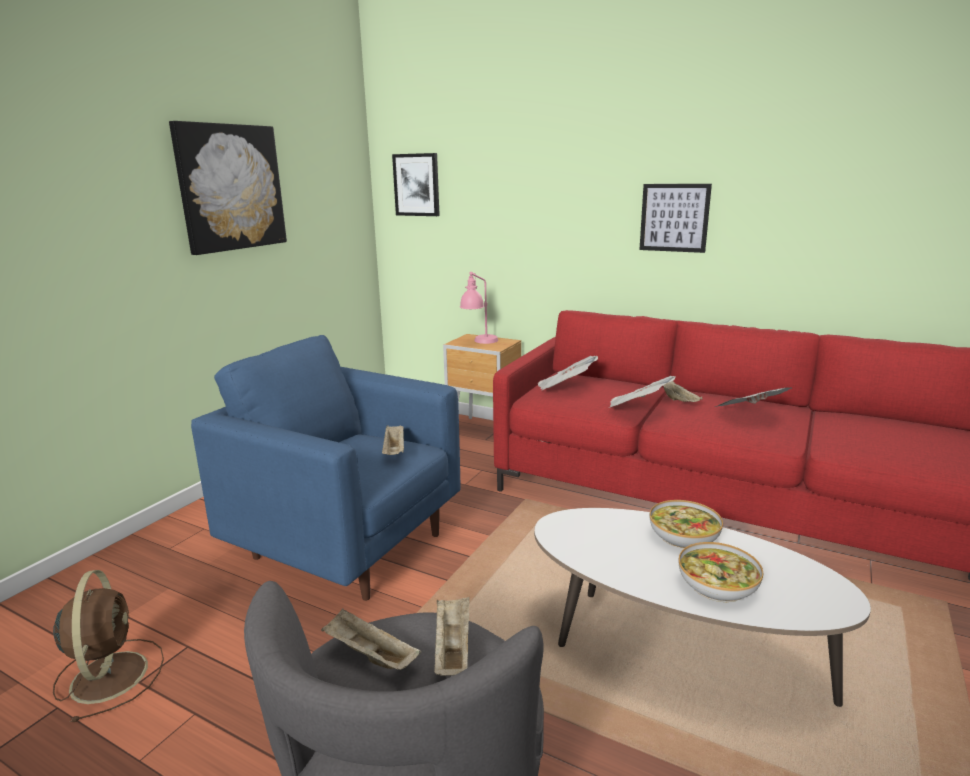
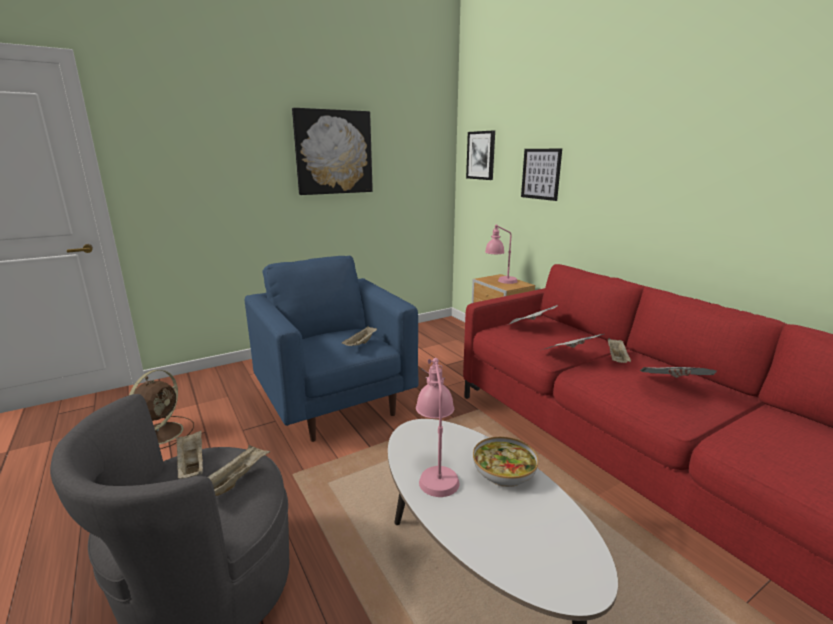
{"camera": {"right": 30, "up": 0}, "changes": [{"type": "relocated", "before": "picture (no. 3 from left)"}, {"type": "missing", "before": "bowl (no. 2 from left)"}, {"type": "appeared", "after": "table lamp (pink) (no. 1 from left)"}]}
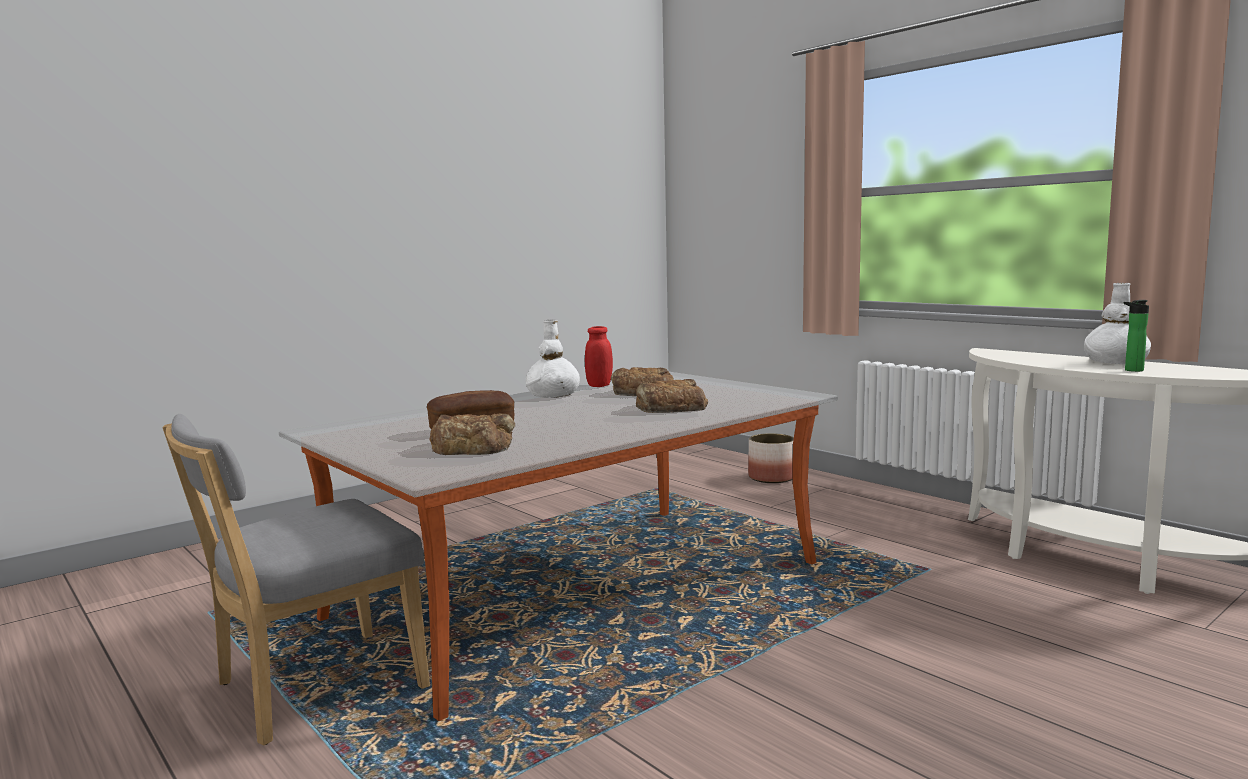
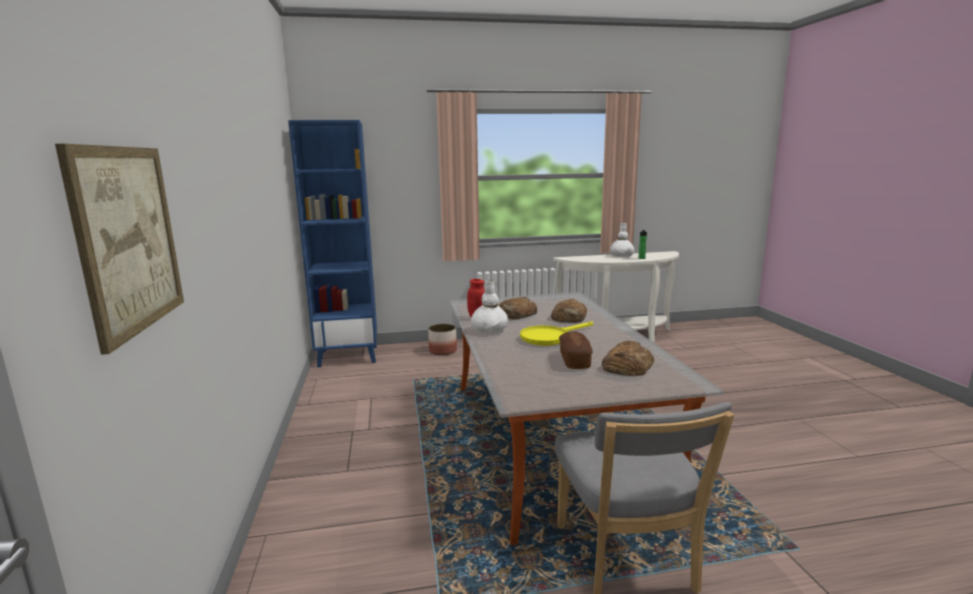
{"camera": {"right": -60, "up": 5}, "changes": [{"type": "appeared", "after": "picture"}, {"type": "appeared", "after": "bookcase (blue)"}, {"type": "appeared", "after": "frying pan (yellow)"}]}
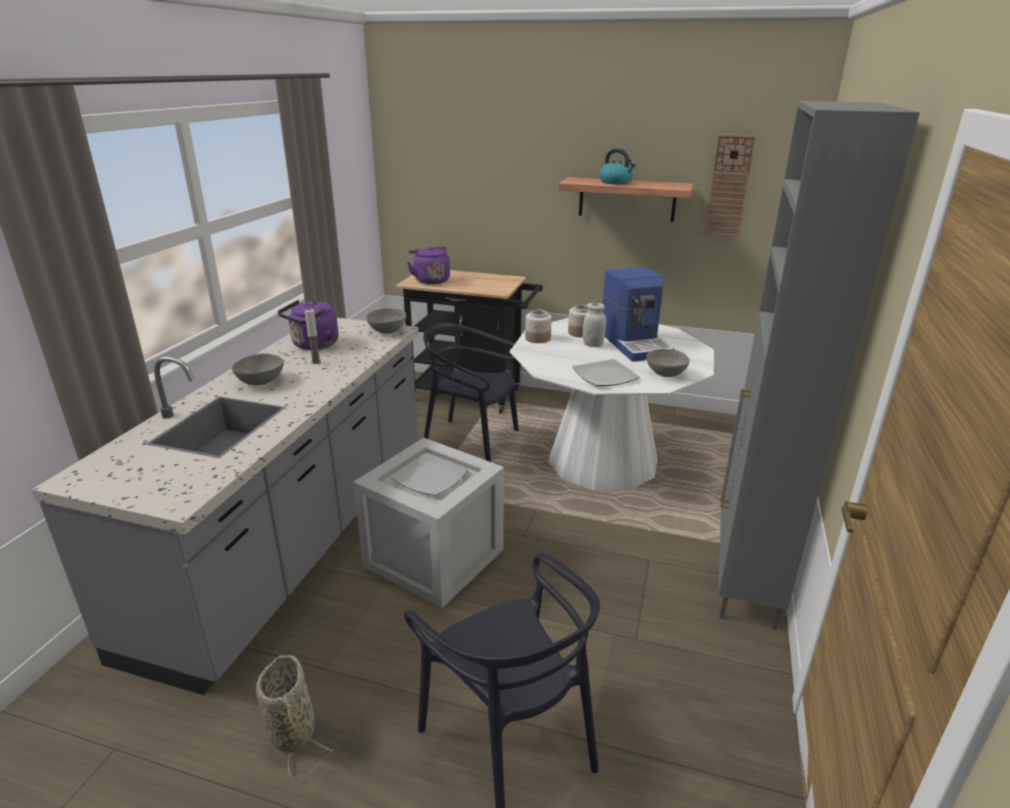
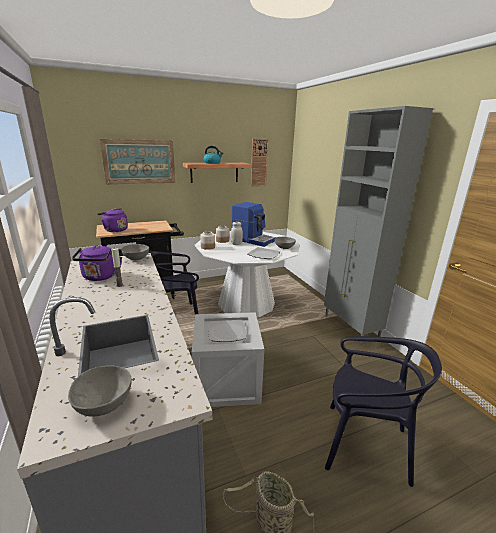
{"camera": {"right": -40, "up": -5}, "changes": [{"type": "relocated", "before": "bowl (grey) (no. 1 from left)"}, {"type": "appeared", "after": "picture"}]}
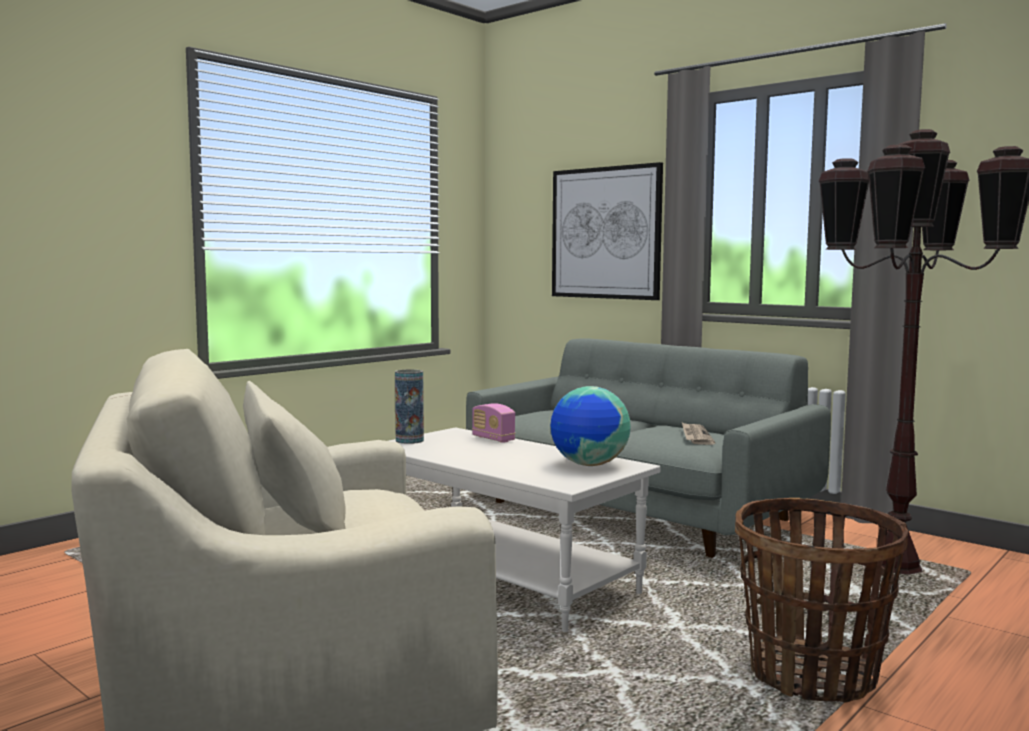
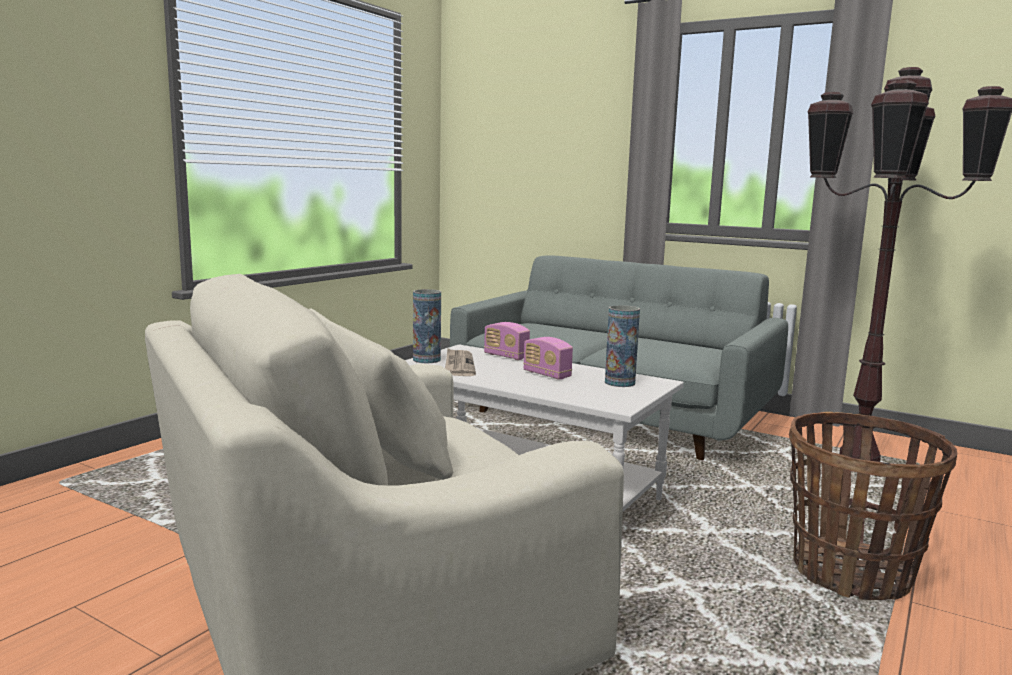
{"camera": {"right": -10, "up": 5}, "changes": [{"type": "exchanged", "before": "globe", "after": "vase (no. 2 from left)"}, {"type": "missing", "before": "picture"}, {"type": "relocated", "before": "newspaper"}, {"type": "appeared", "after": "radio (no. 2 from left)"}]}
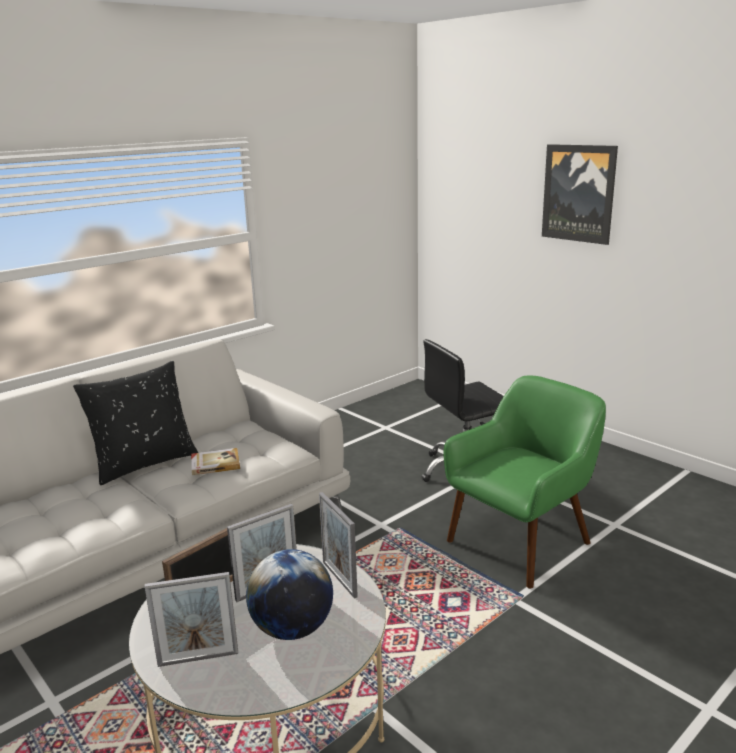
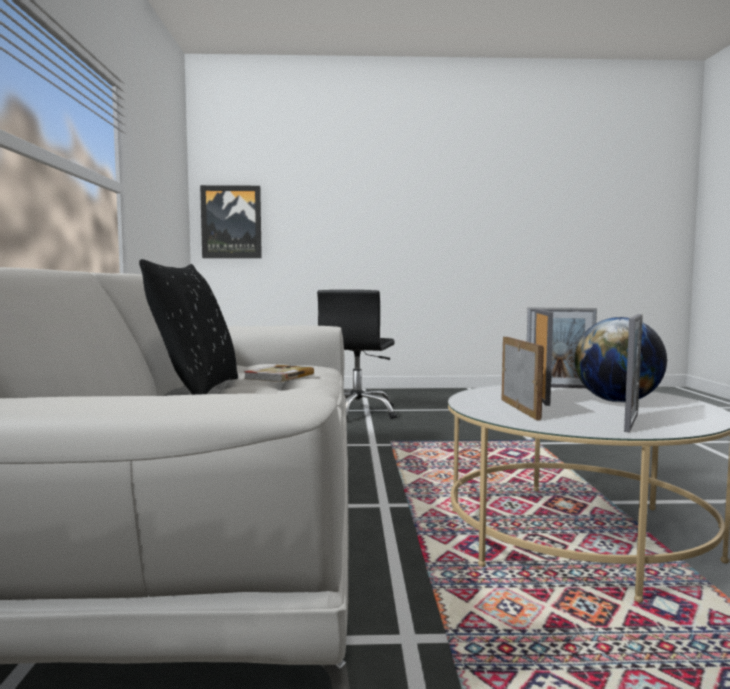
{"camera": {"right": -50, "up": -15}, "changes": [{"type": "missing", "before": "armchair (green)"}, {"type": "relocated", "before": "picture"}]}
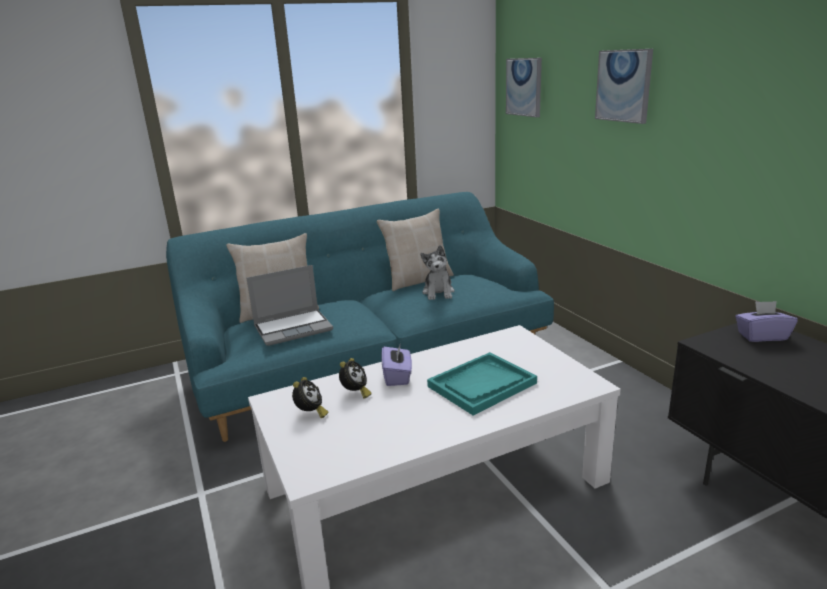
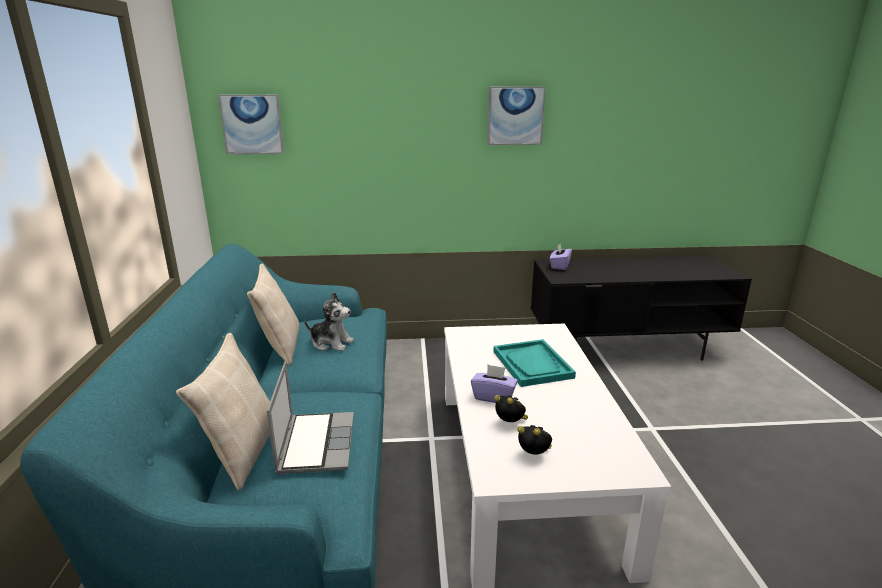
{"camera": {"right": -70, "up": 0}, "changes": [{"type": "relocated", "before": "picture (no. 2 from left)"}]}
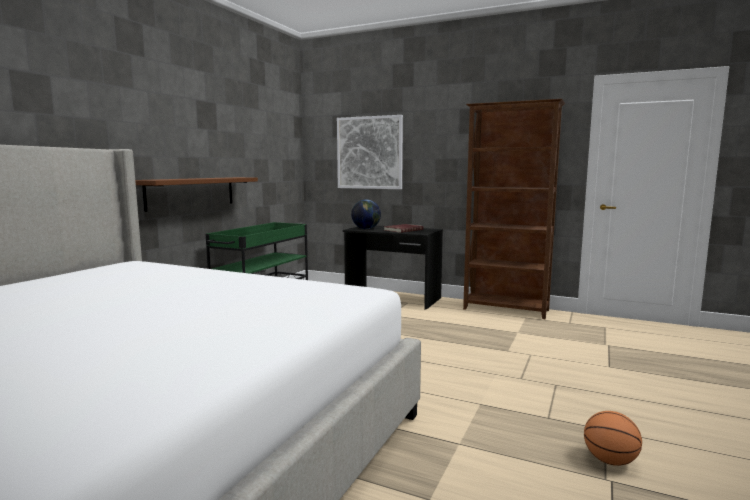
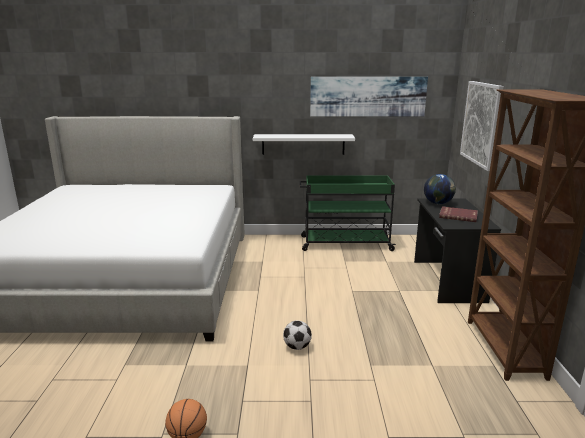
{"camera": {"right": 65, "up": 10}, "changes": [{"type": "colour", "before": "shelf (brown)", "after": "shelf (white)"}, {"type": "appeared", "after": "football"}, {"type": "appeared", "after": "picture (no. 1 from left)"}]}
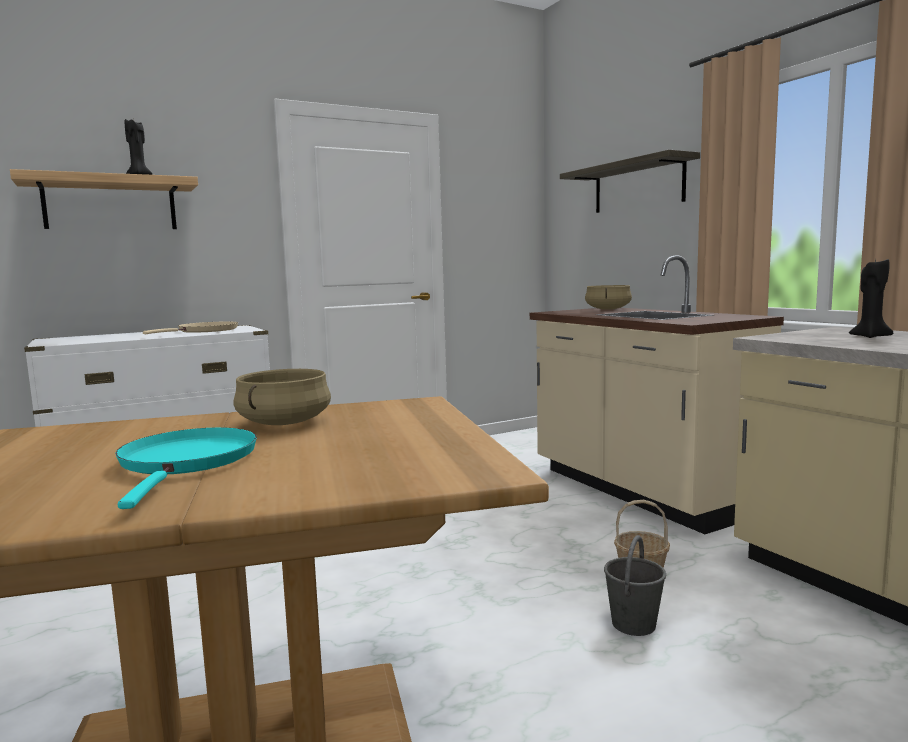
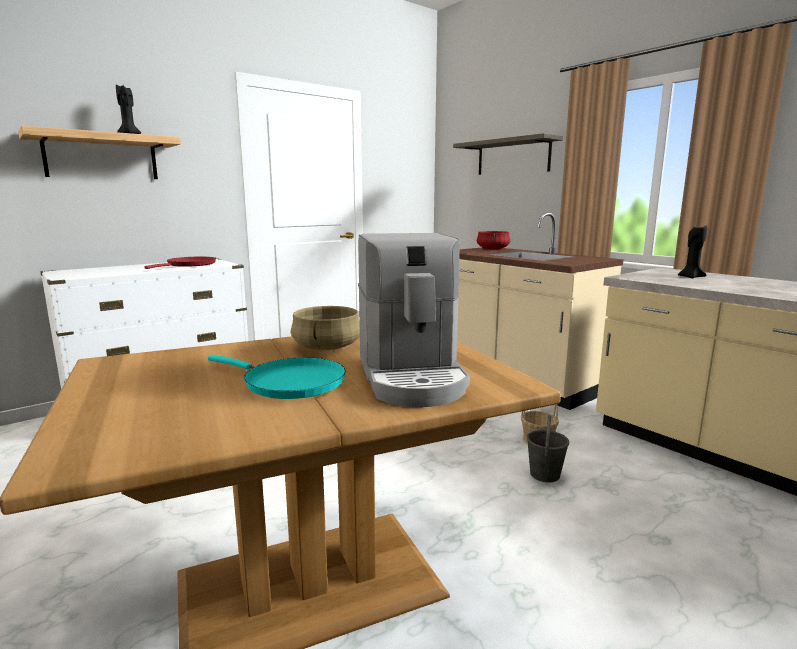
{"camera": {"right": -10, "up": 5}, "changes": [{"type": "spun", "before": "frying pan (turquoise)", "turn": 135}, {"type": "colour", "before": "frying pan (beige)", "after": "frying pan (red)"}, {"type": "colour", "before": "cooking pot (beige) (no. 2 from left)", "after": "cooking pot (red)"}, {"type": "appeared", "after": "coffee machine"}]}
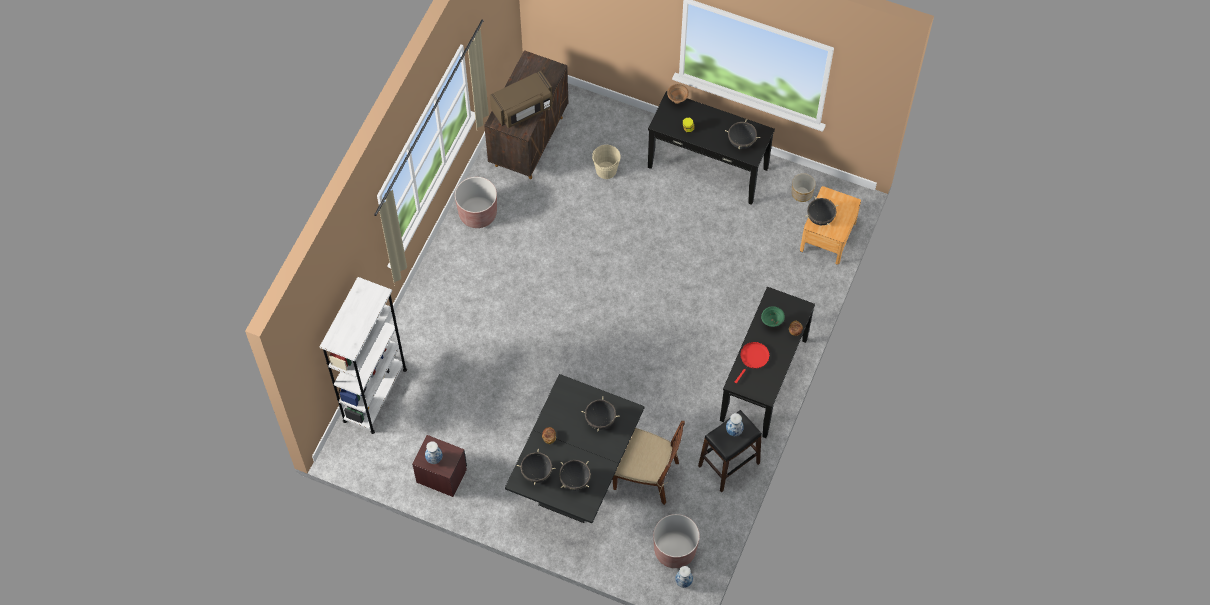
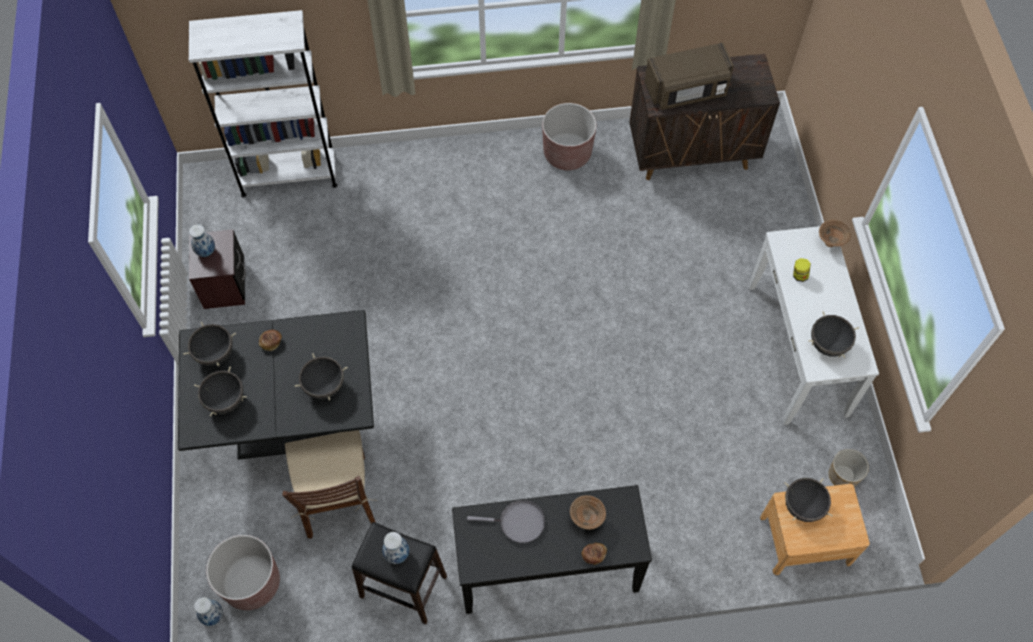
{"camera": {"right": 60, "up": 0}, "changes": [{"type": "spun", "before": "microwave (brown)", "turn": -45}, {"type": "missing", "before": "bucket (beige)"}, {"type": "colour", "before": "console table (black) (no. 1 from left)", "after": "console table (white)"}, {"type": "colour", "before": "frying pan (red)", "after": "frying pan (grey)"}, {"type": "colour", "before": "bowl (green)", "after": "bowl (brown) (no. 1 from left)"}]}
